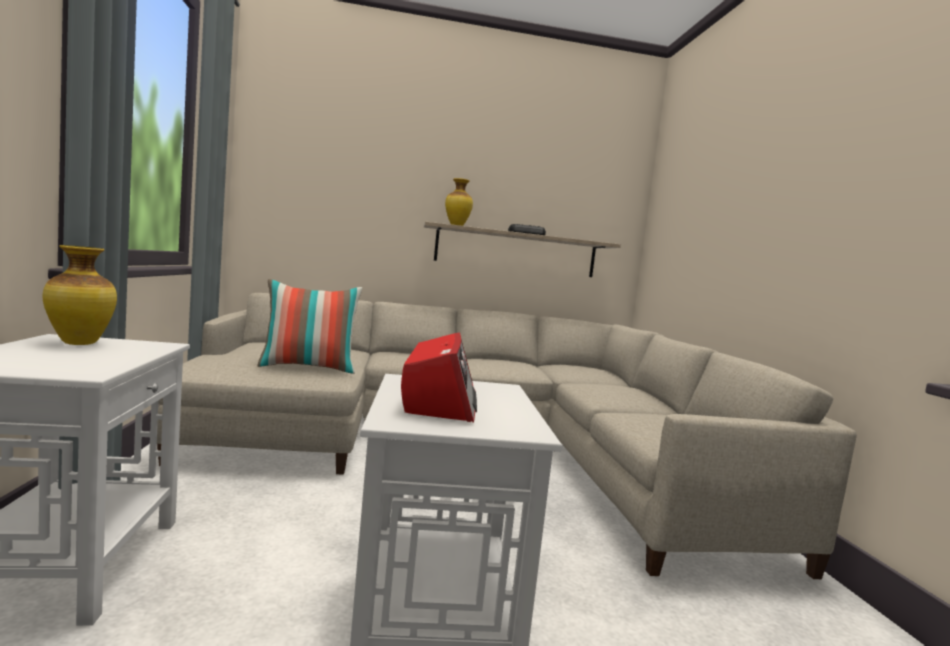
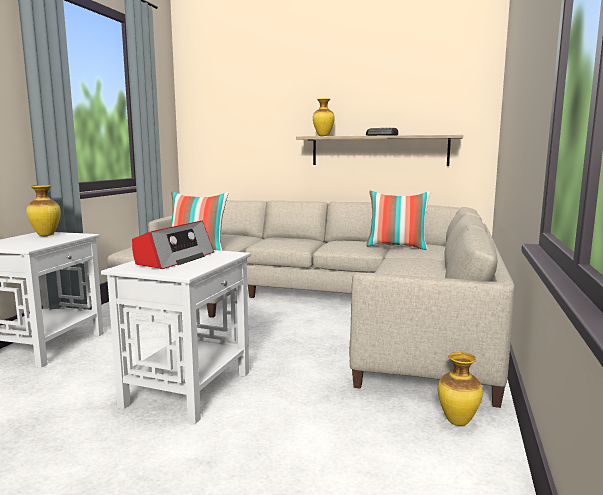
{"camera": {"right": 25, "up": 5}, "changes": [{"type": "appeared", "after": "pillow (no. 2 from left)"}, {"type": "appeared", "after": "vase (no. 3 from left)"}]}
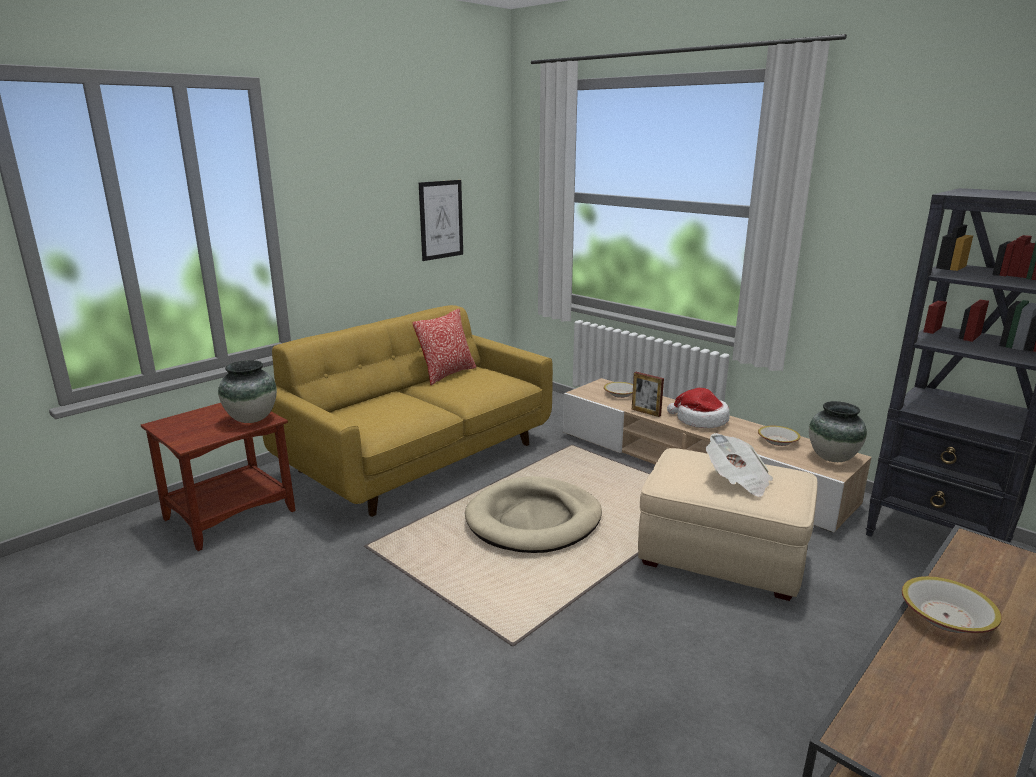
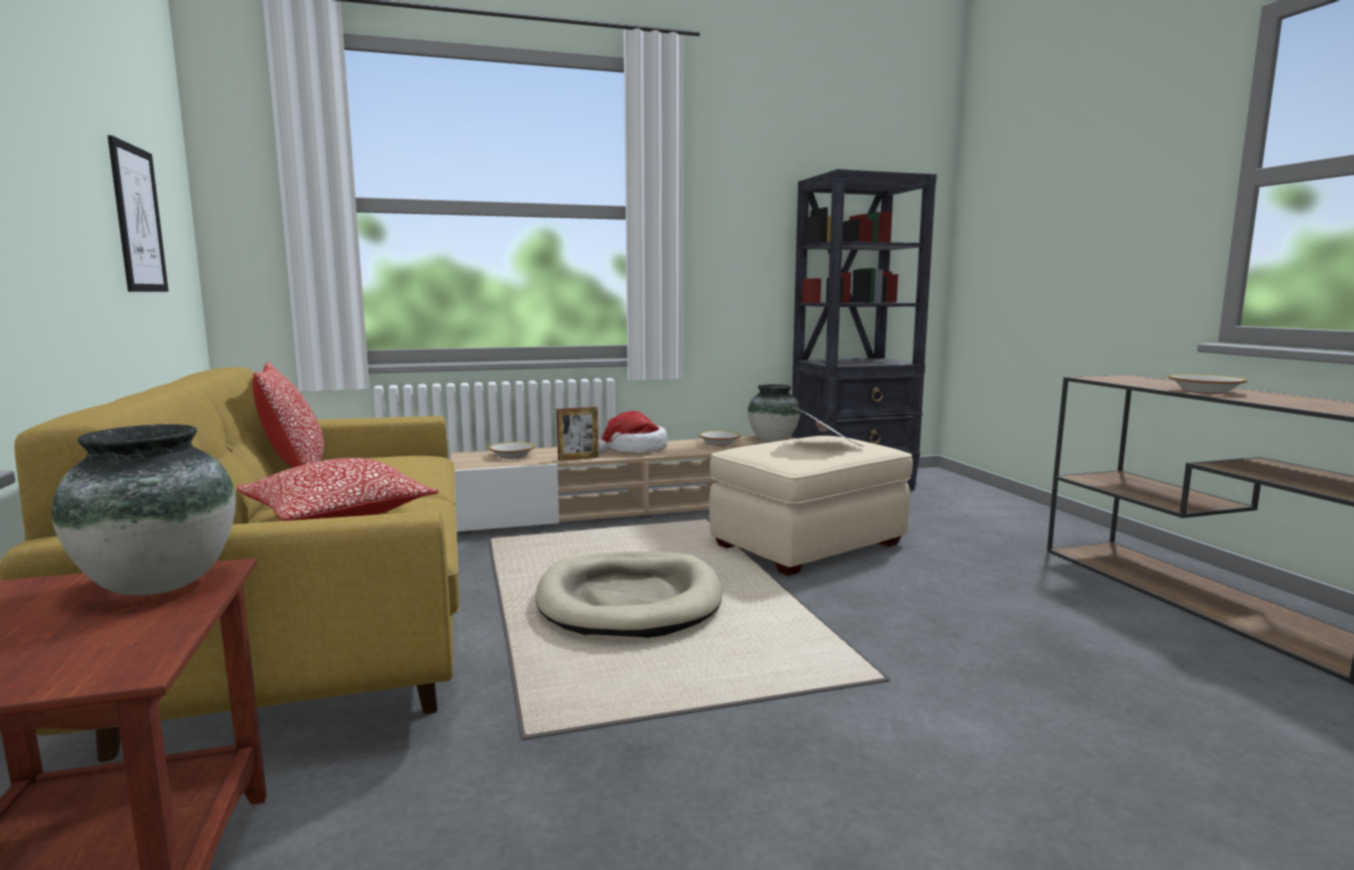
{"camera": {"right": -60, "up": -10}, "changes": [{"type": "appeared", "after": "pillow (no. 2 from left)"}]}
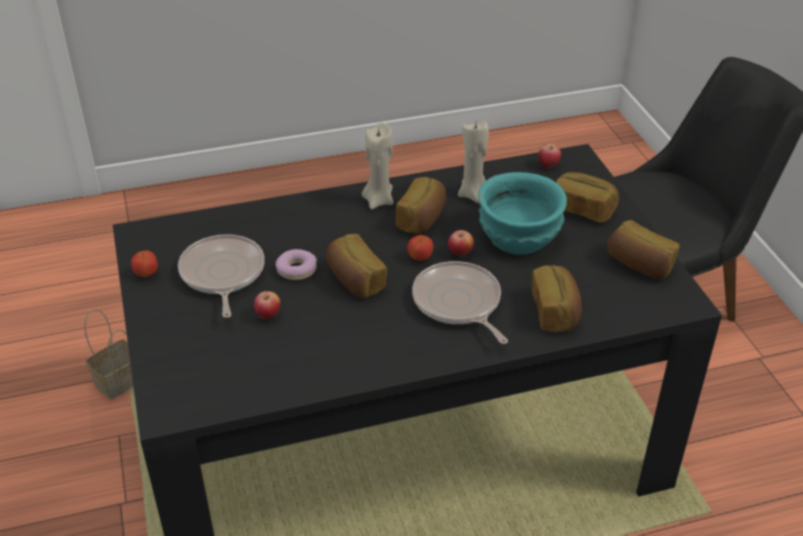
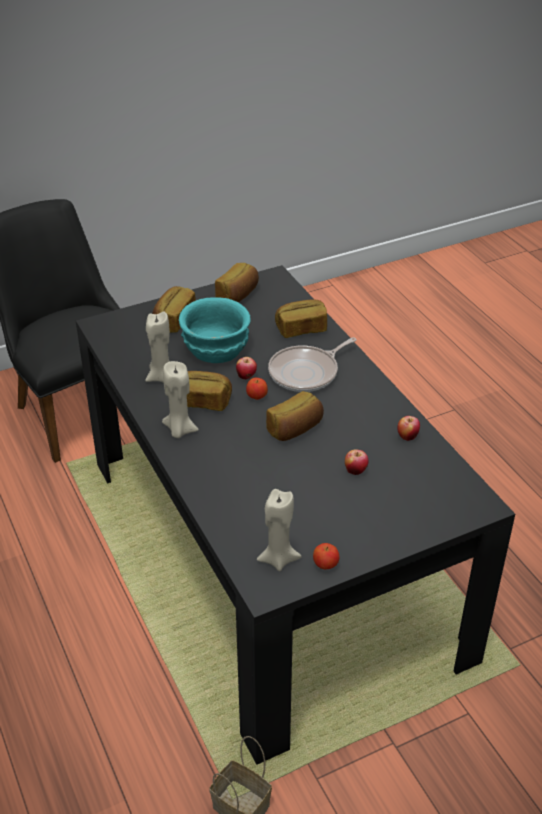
{"camera": {"right": -100, "up": 0}, "changes": [{"type": "missing", "before": "frying pan (no. 1 from left)"}, {"type": "missing", "before": "donut"}, {"type": "relocated", "before": "apple (no. 5 from left)"}, {"type": "appeared", "after": "candle (beige) (no. 3 from left)"}]}
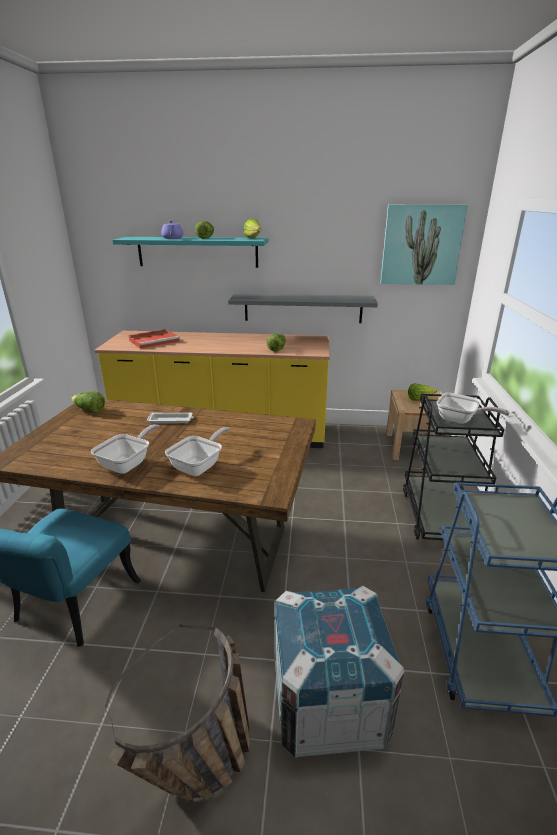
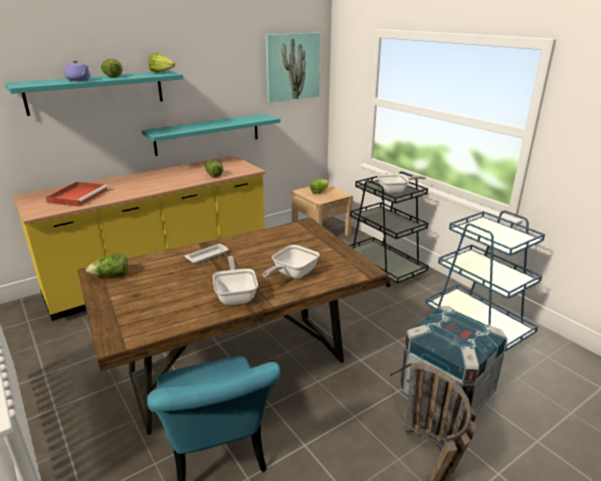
{"camera": {"right": -40, "up": 0}, "changes": [{"type": "spun", "before": "frying pan (no. 2 from left)", "turn": -135}, {"type": "colour", "before": "shelf (grey)", "after": "shelf (turquoise) (no. 2 from left)"}]}
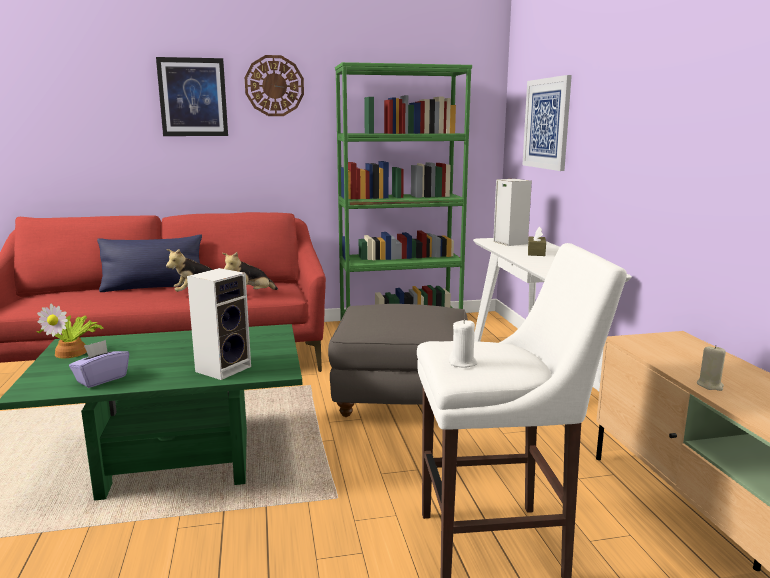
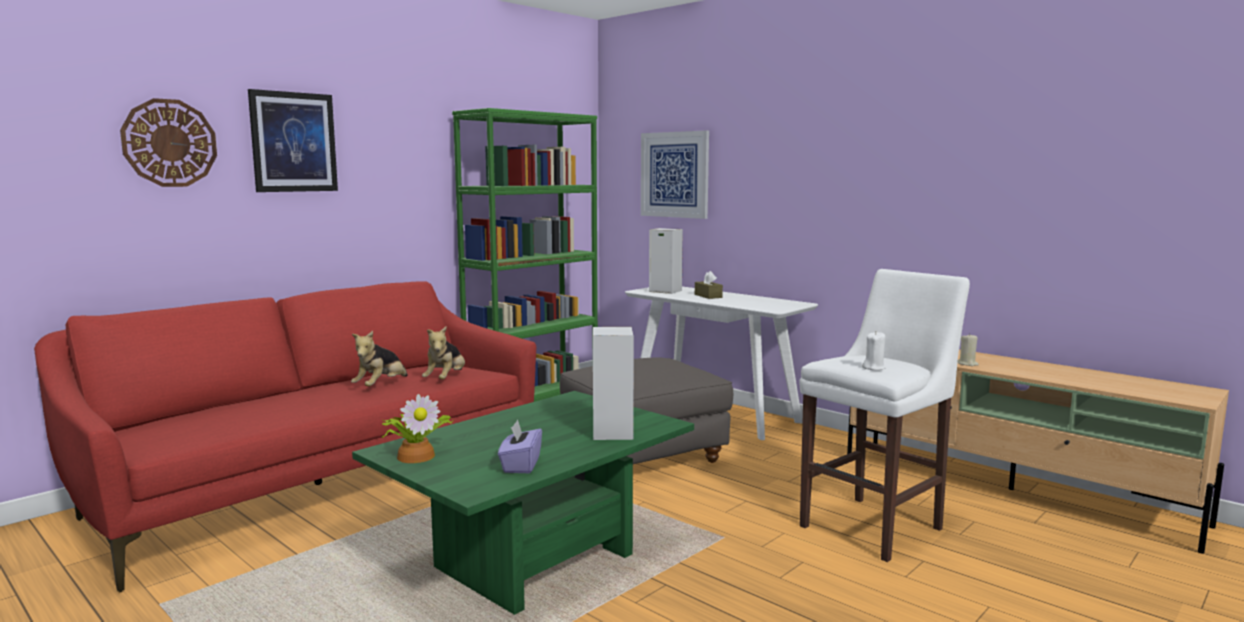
{"camera": {"right": -35, "up": -5}, "changes": [{"type": "missing", "before": "pillow (blue)"}, {"type": "relocated", "before": "wall clock"}]}
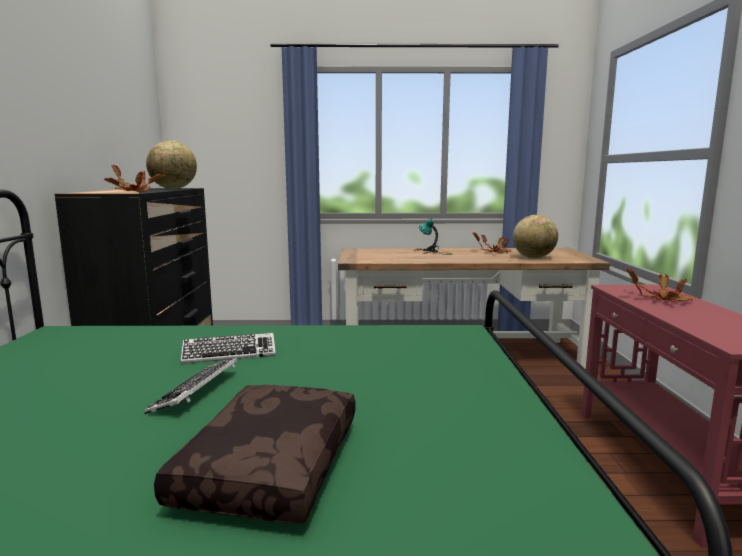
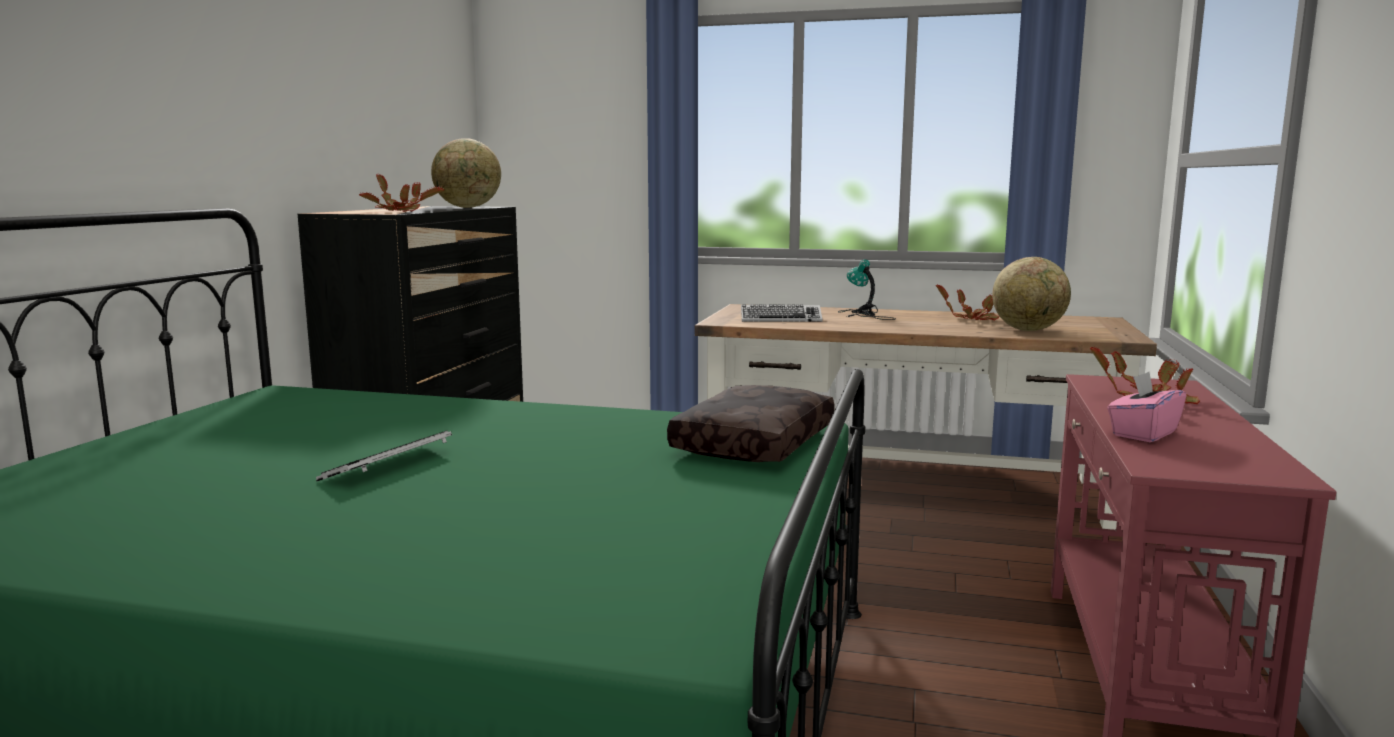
{"camera": {"right": 15, "up": 0}, "changes": [{"type": "relocated", "before": "pillow (brown)"}, {"type": "relocated", "before": "keyboard (no. 2 from left)"}, {"type": "appeared", "after": "tissue box (pink)"}]}
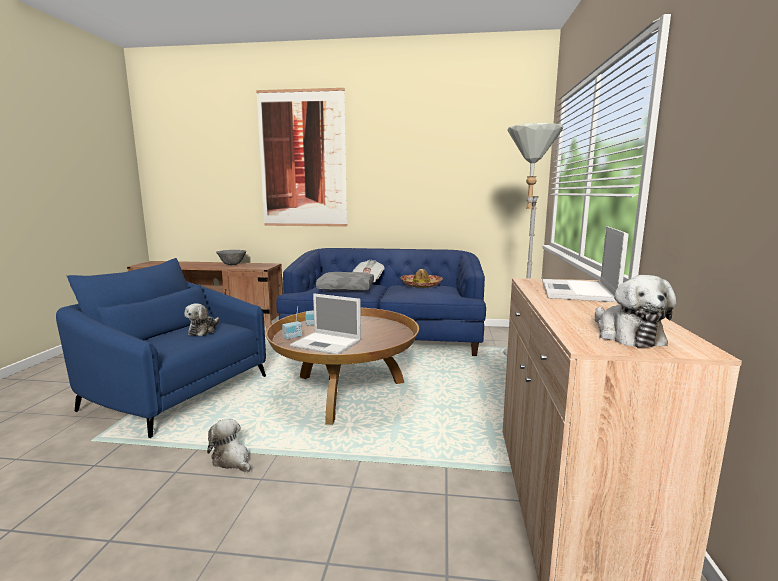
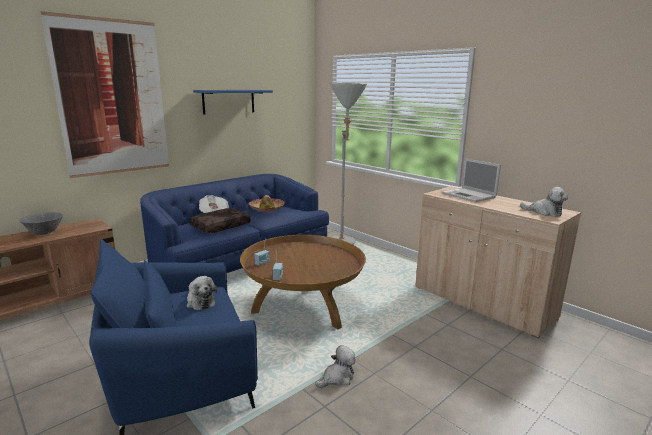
{"camera": {"right": -50, "up": 5}, "changes": [{"type": "spun", "before": "plush toy (no. 2 from left)", "turn": 150}, {"type": "missing", "before": "laptop (no. 1 from left)"}, {"type": "colour", "before": "pillow (grey)", "after": "pillow (brown)"}, {"type": "appeared", "after": "shelf (blue)"}]}
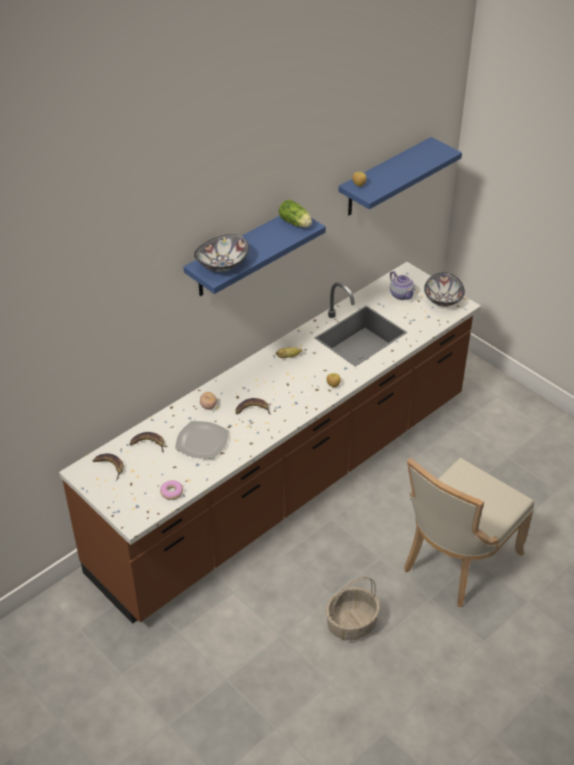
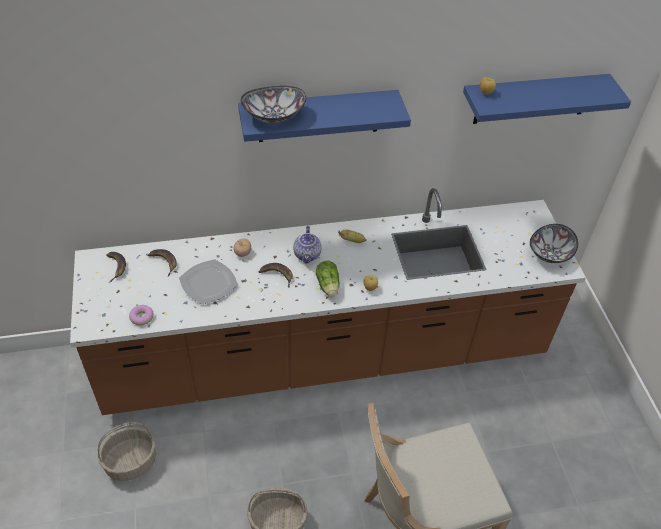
{"camera": {"right": 30, "up": 5}, "changes": [{"type": "relocated", "before": "lettuce"}, {"type": "relocated", "before": "teapot"}, {"type": "appeared", "after": "basket (no. 1 from left)"}]}
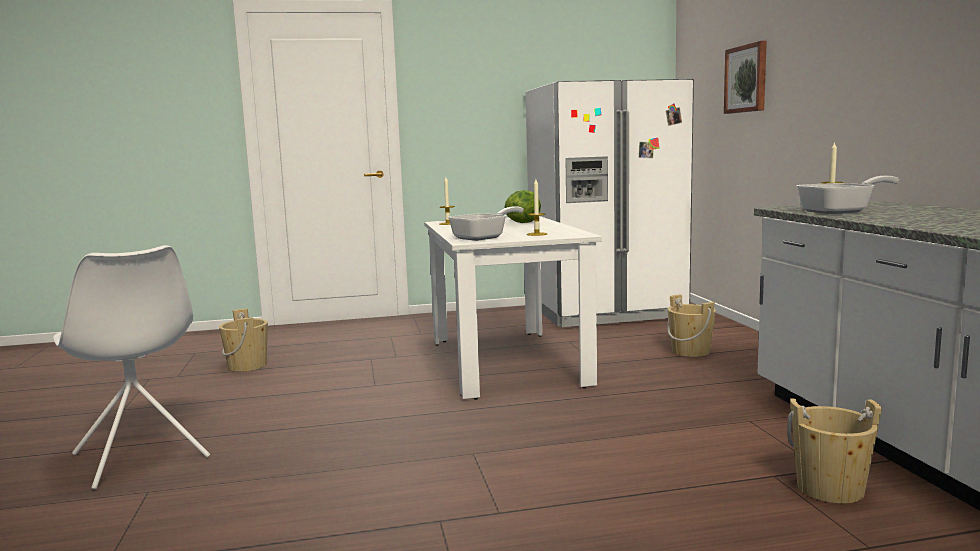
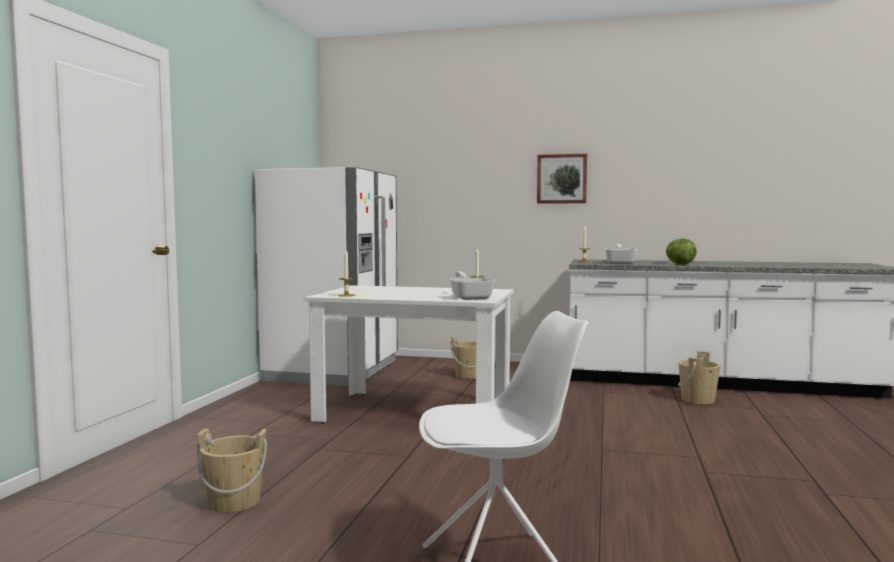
{"camera": {"right": -65, "up": -5}, "changes": [{"type": "relocated", "before": "lettuce"}, {"type": "relocated", "before": "picture"}]}
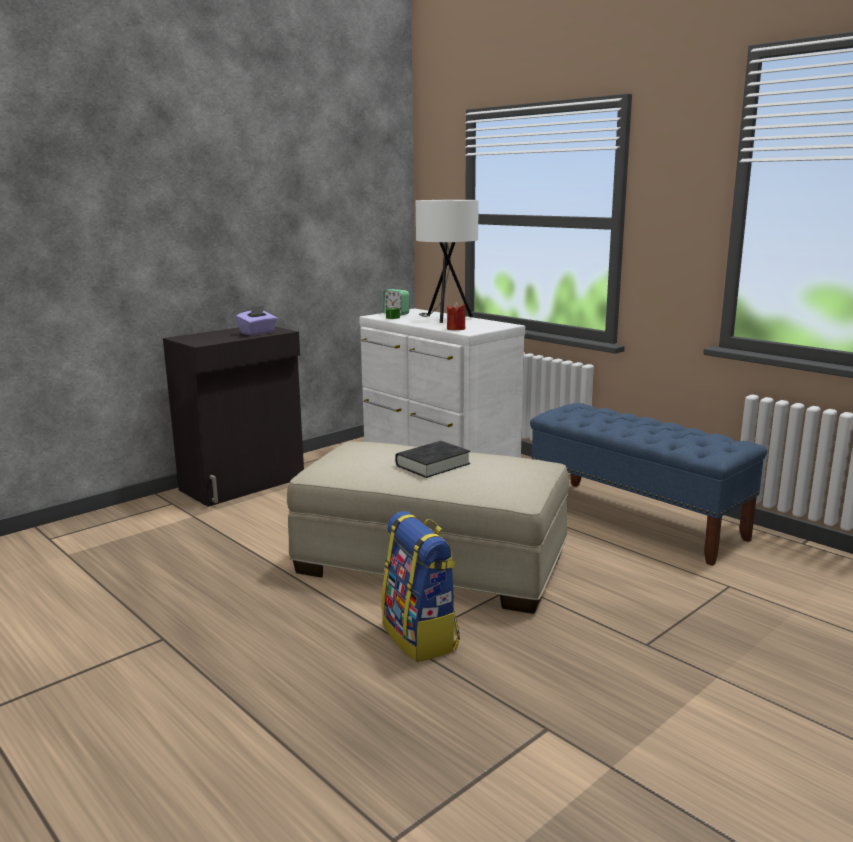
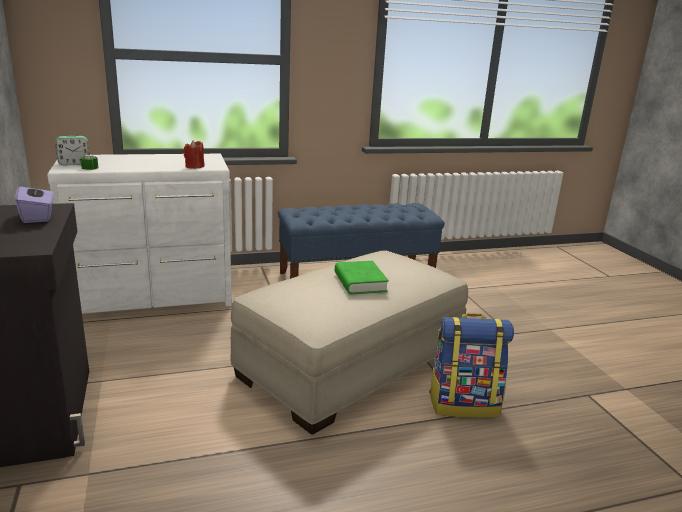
{"camera": {"right": -65, "up": 5}, "changes": [{"type": "colour", "before": "book (black)", "after": "book (green)"}, {"type": "missing", "before": "table lamp (white)"}]}
